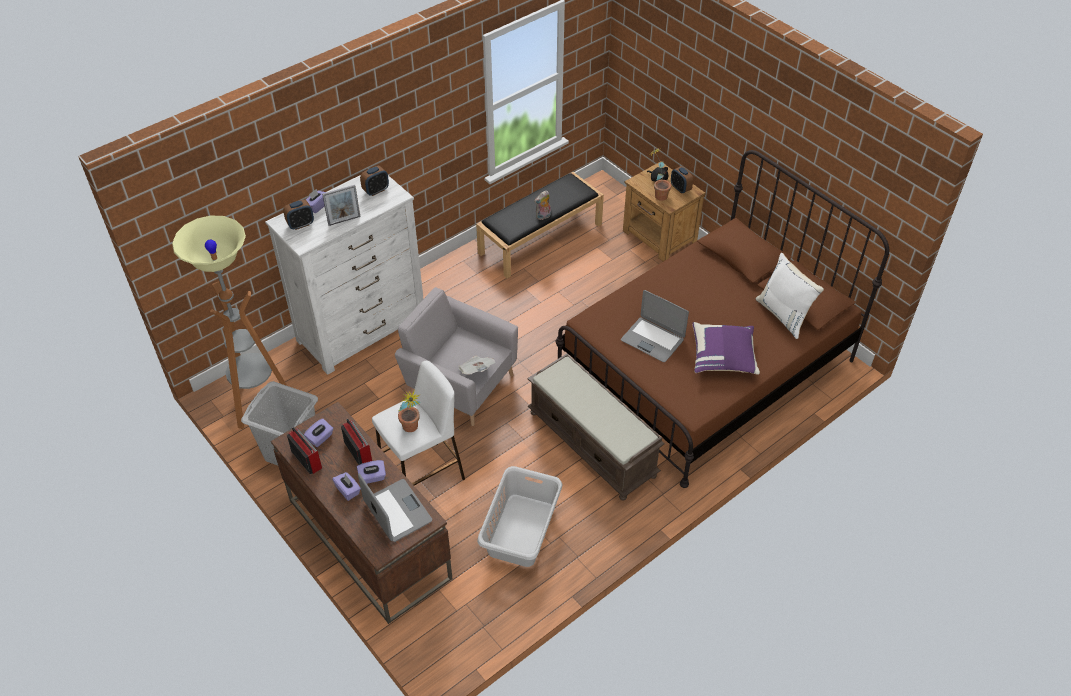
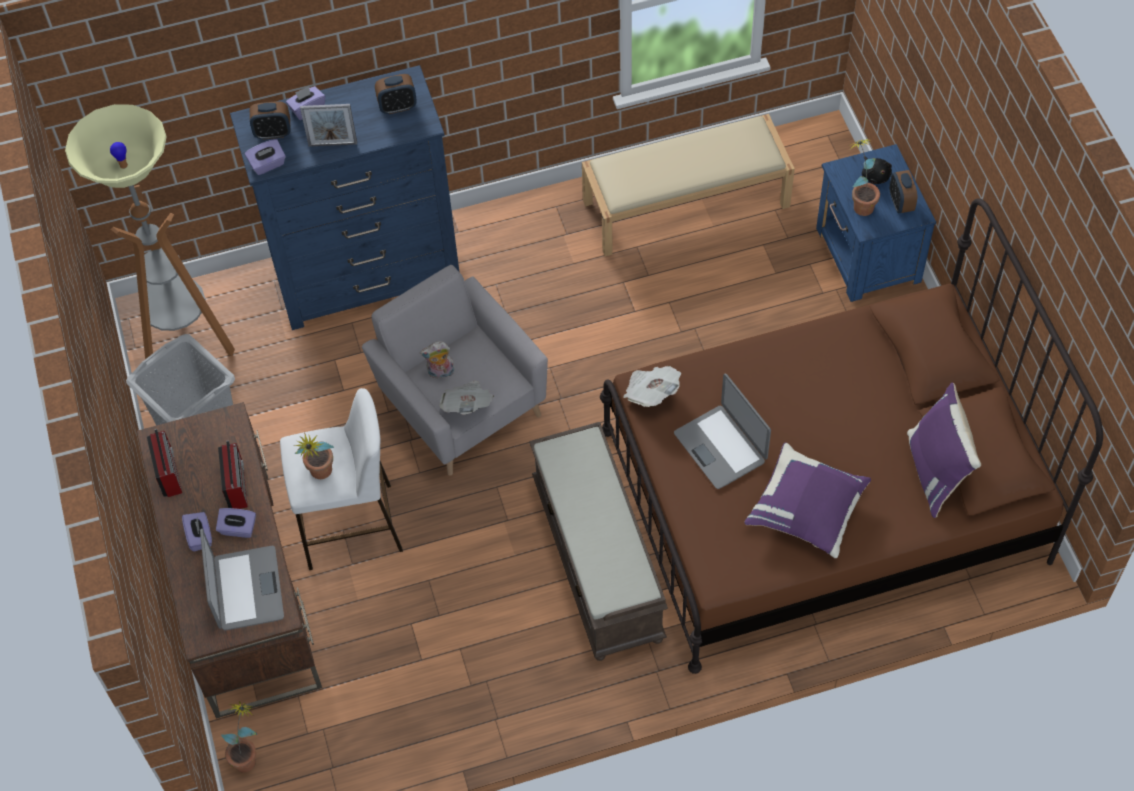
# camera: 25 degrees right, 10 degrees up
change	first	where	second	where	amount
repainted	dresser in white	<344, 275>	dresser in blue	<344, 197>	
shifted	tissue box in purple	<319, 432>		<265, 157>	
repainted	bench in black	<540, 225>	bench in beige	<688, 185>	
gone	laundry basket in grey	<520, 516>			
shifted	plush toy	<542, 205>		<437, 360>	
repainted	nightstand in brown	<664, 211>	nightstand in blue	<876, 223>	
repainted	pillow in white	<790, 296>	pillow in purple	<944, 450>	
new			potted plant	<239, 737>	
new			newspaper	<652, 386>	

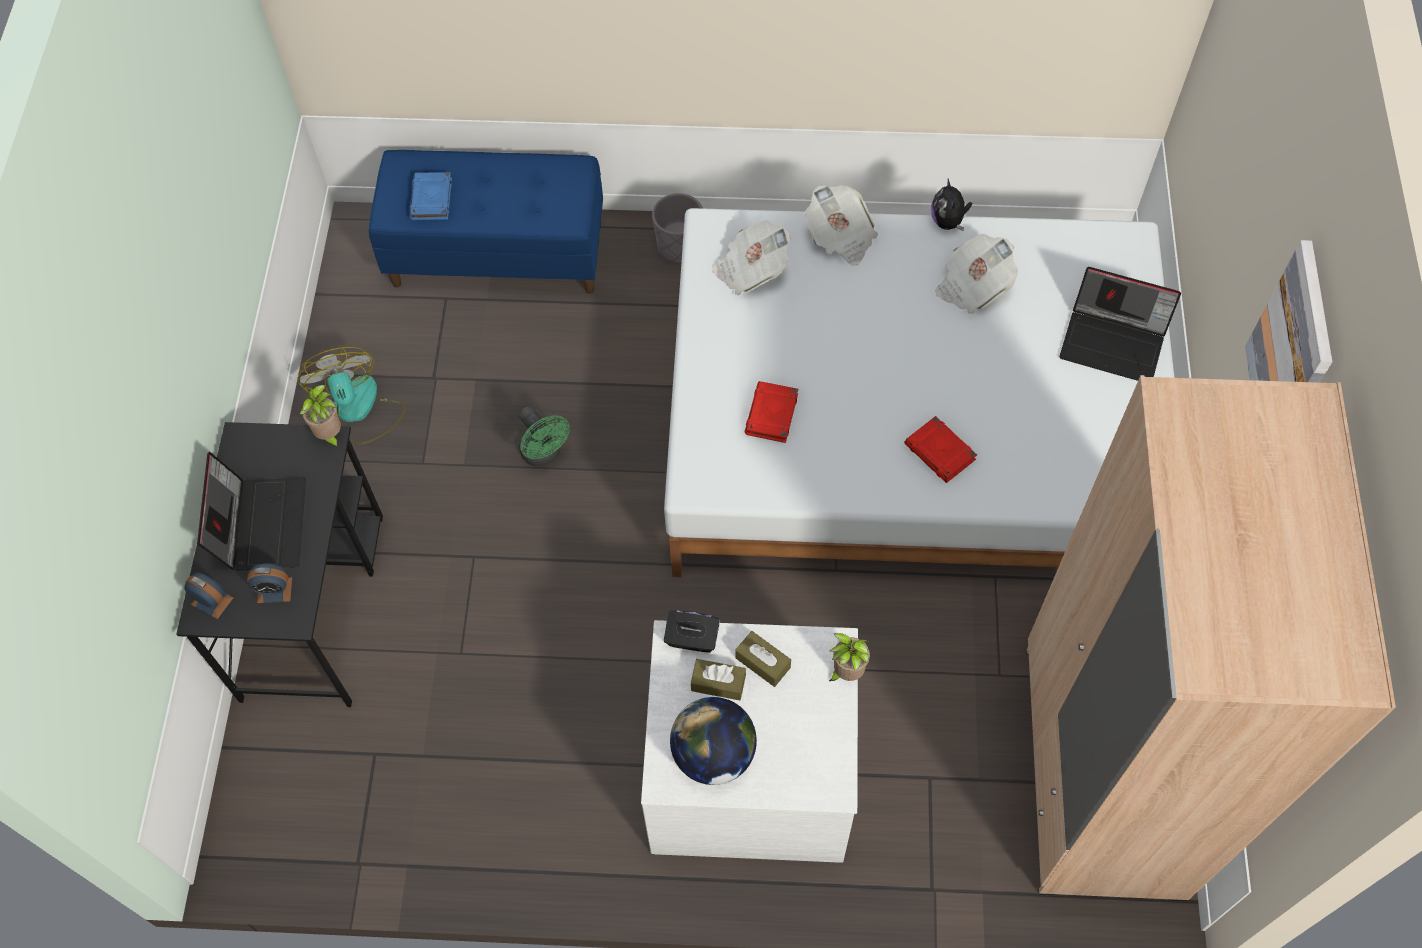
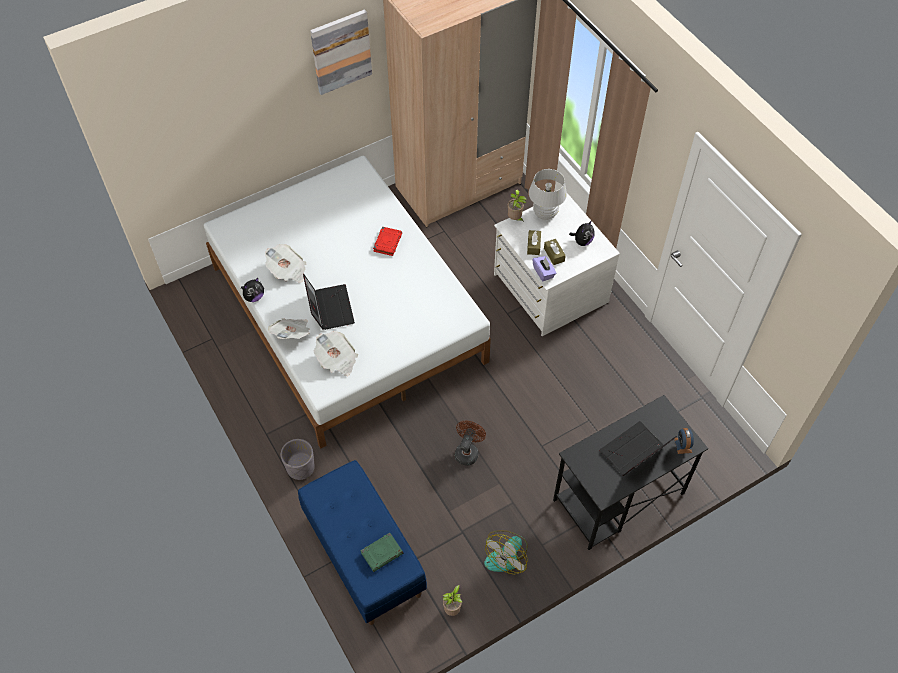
# camera: 125 degrees left, 5 degrees down
change	first	where	second	where	amount
gone	alarm clock	<269, 583>			
shifted	potted plant	<320, 417>		<452, 600>	
repainted	book in blue	<430, 196>	book in green	<382, 552>	
repainted	fan in green	<544, 436>	fan in brown	<470, 443>	
repainted	tissue box in black	<692, 631>	tissue box in purple	<544, 268>	
swapped	globe	<713, 741>	plush toy	<582, 233>	
gone	book in red	<771, 412>			
shifted	laptop	<1120, 324>		<329, 302>	
new			table lamp in white	<548, 194>	

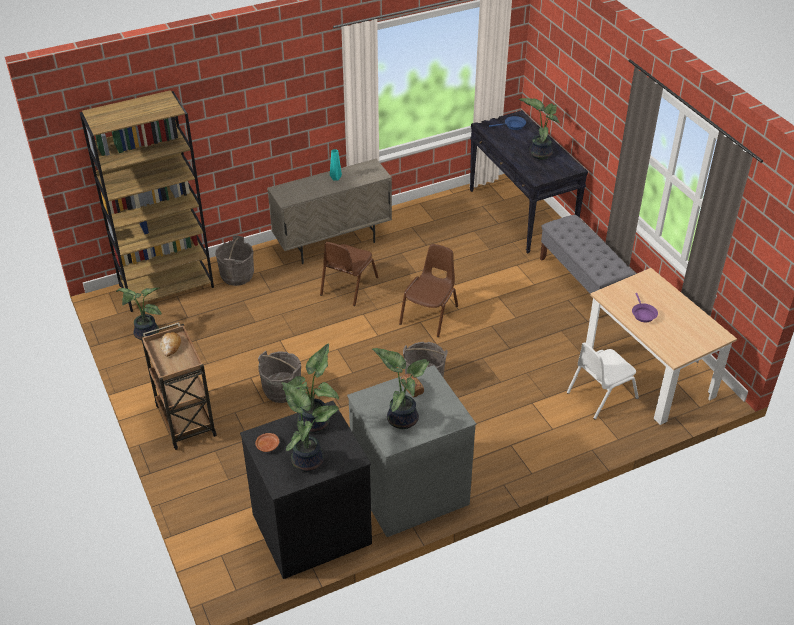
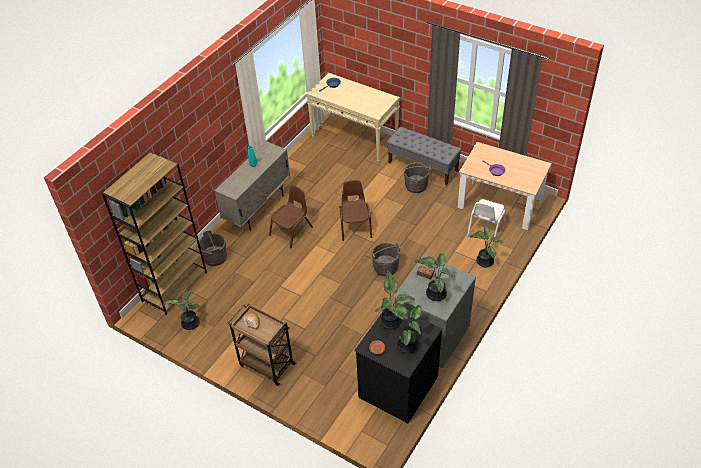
# camera: 30 degrees left, 5 degrees up
change	first	where	second	where	amount
shifted	bucket in grey	<279, 377>		<417, 177>	
rotated	chair in brown	<349, 274>		<291, 216>	135 degrees counterclockwise
repainted	console table in black	<529, 182>	console table in beige	<353, 117>	
shifted	potted plant	<539, 128>		<487, 247>	

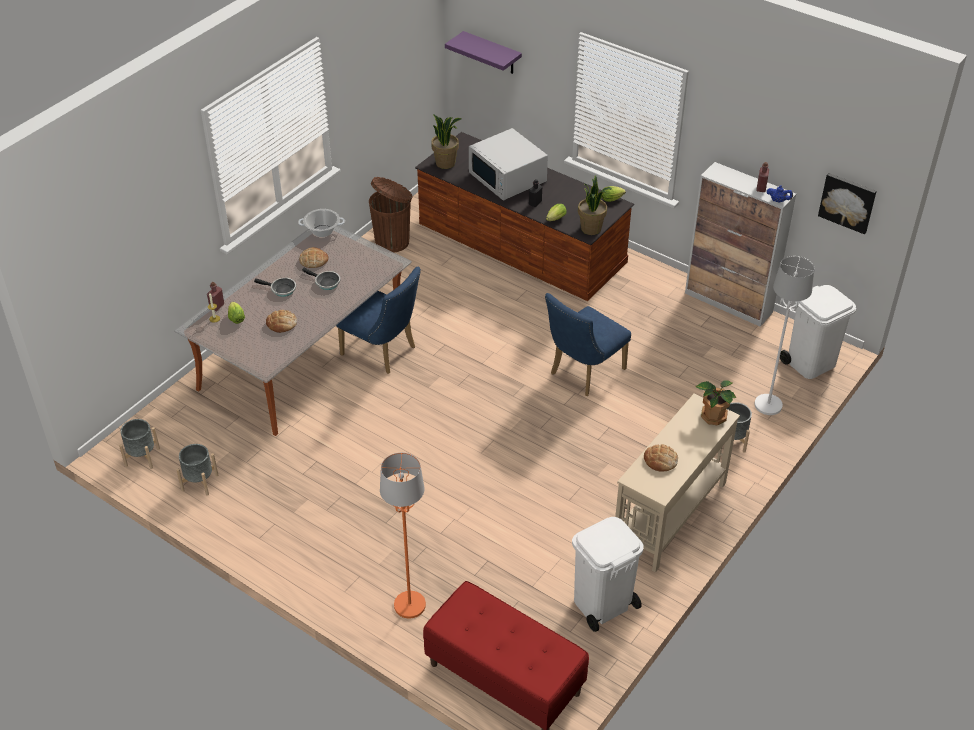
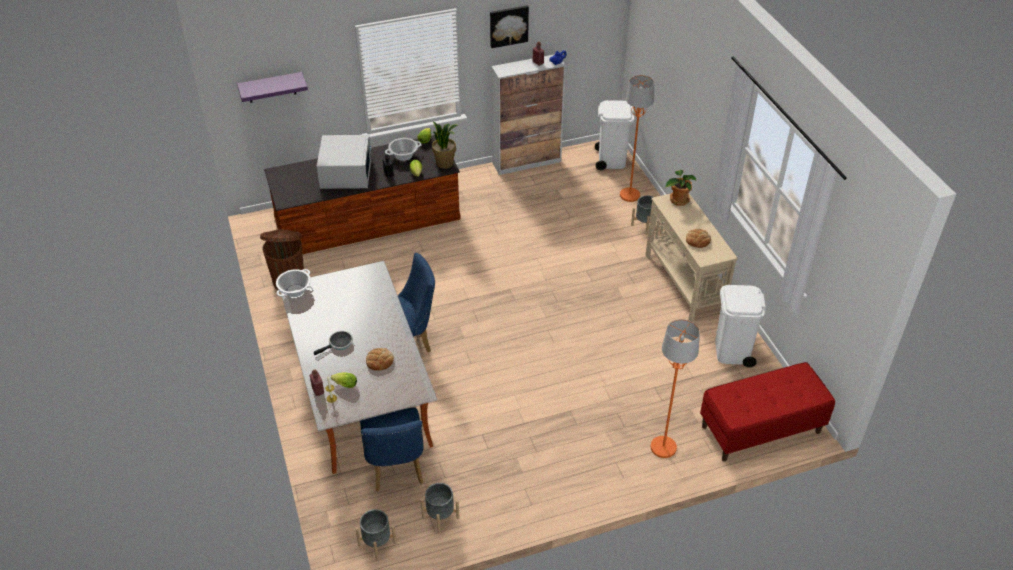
# camera: 55 degrees left, 0 degrees up
change	first	where	second	where	amount
gone	bread	<313, 257>			
gone	frying pan	<321, 279>			
gone	potted plant	<446, 141>			
rotated	microwave in white	<508, 164>		<344, 162>	90 degrees counterclockwise
shifted	chair in blue	<588, 344>		<392, 450>	
repainted	floor lamp in white	<785, 335>	floor lamp in orange	<637, 138>	
shifted	picture	<847, 203>		<509, 26>	
new			cooking pot	<403, 149>	

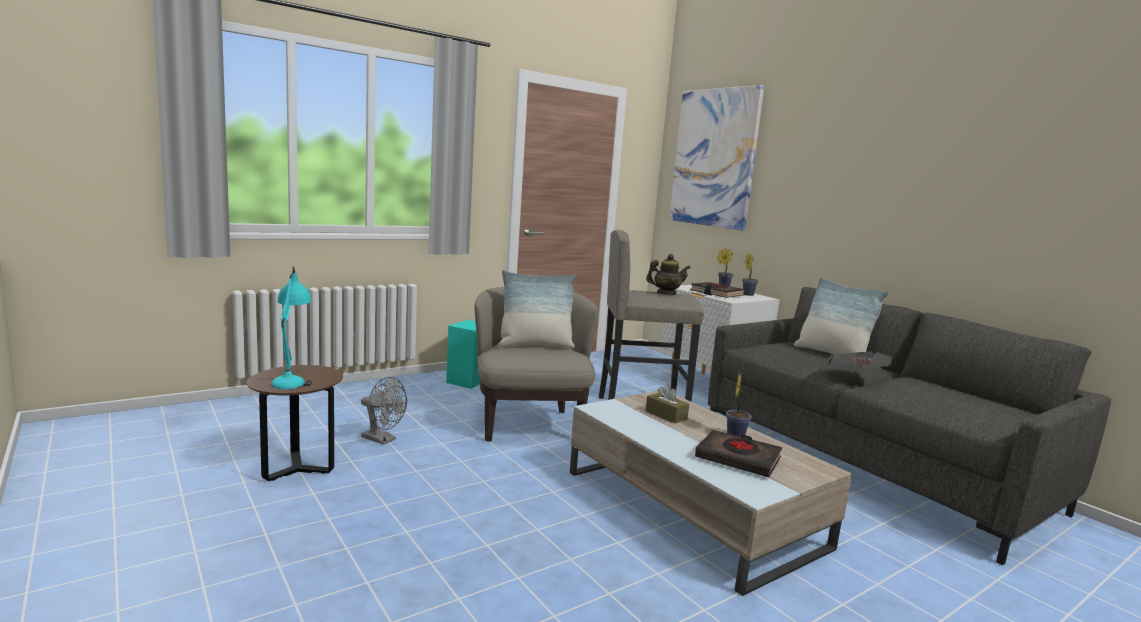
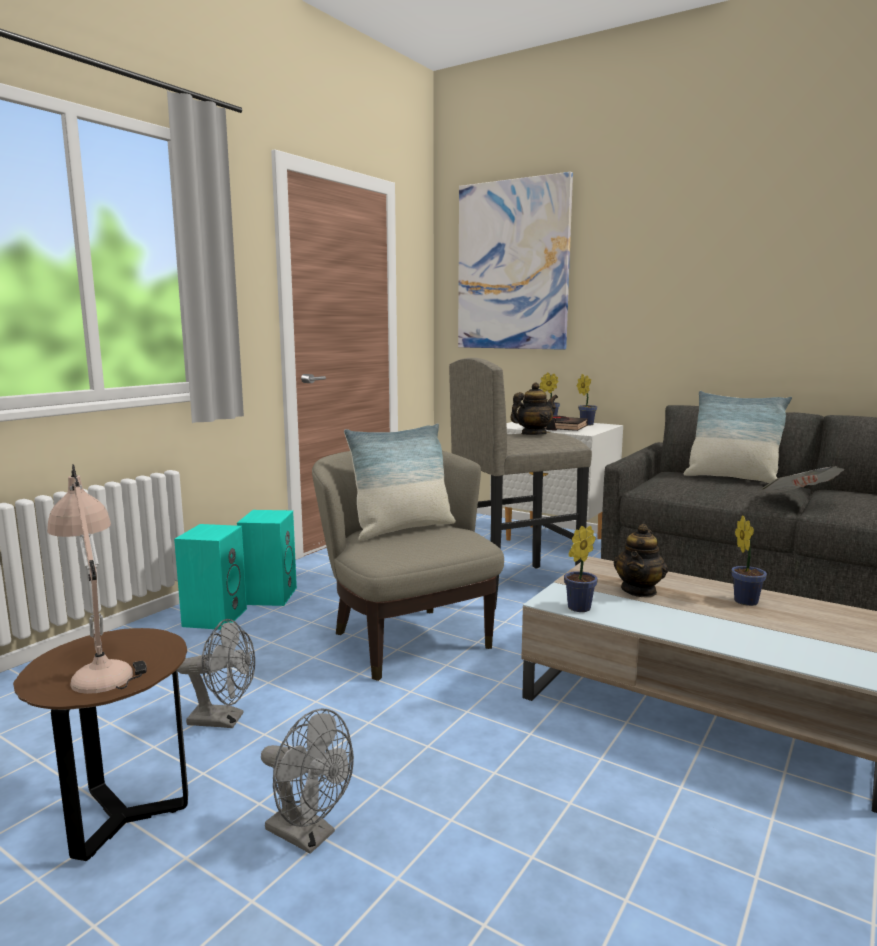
# camera: 20 degrees left, 0 degrees up
change	first	where	second	where	amount
repainted	table lamp in turquoise	<291, 328>	table lamp in beige	<97, 579>	
swapped	tissue box in brown	<667, 403>	teapot	<641, 561>	
gone	book in black	<738, 453>			
new			speaker in turquoise	<210, 577>	
new			fan in grey	<307, 781>	
new			potted plant	<581, 569>	

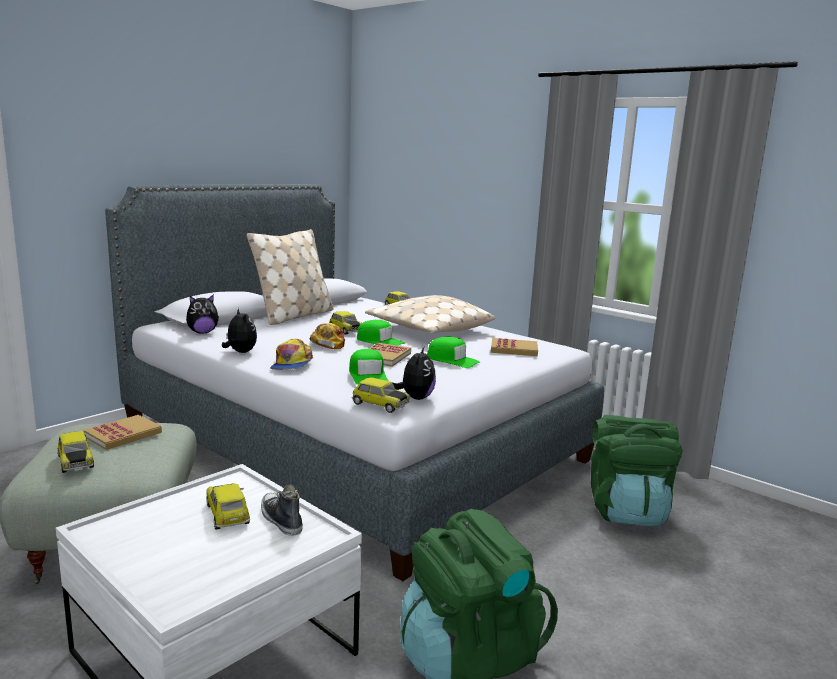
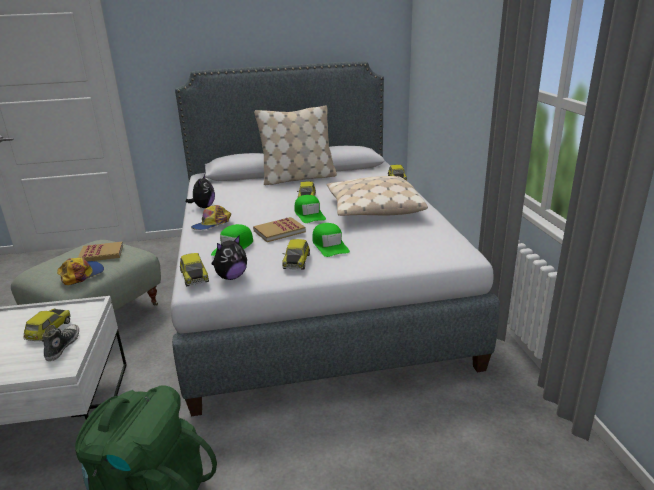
# camera: 40 degrees right, 10 degrees up
change	first	where	second	where	amount
shifted	toy car	<75, 452>		<296, 254>	
gone	plush toy	<202, 314>			
shifted	cap	<327, 336>		<80, 271>	
gone	book	<514, 347>			
gone	backpack in green	<637, 470>			

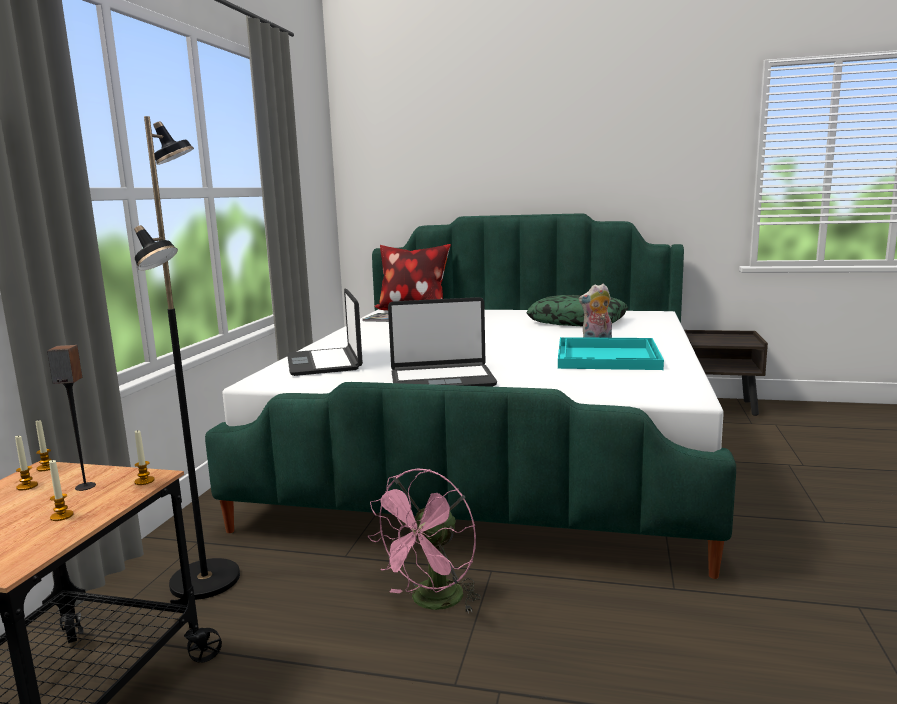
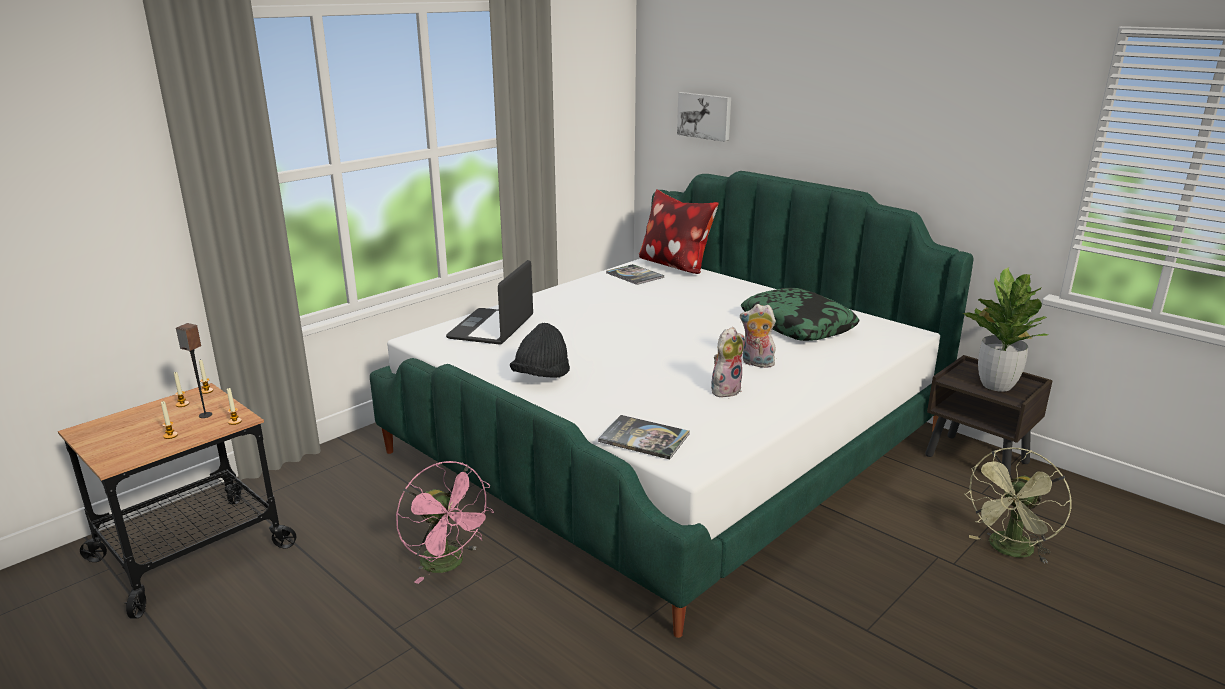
# camera: 30 degrees right, 10 degrees up
change	first	where	second	where	amount
gone	floor lamp in black	<187, 358>			
rotated	fan in pink	<424, 541>		<445, 522>	105 degrees counterclockwise
swapped	laptop	<442, 342>	hat in black	<540, 350>	
swapped	tray in turquoise	<611, 353>	plush toy	<728, 362>	
new			book	<644, 437>	
new			picture	<704, 117>	
new			potted plant	<1005, 329>	
new			fan in green	<1018, 505>	

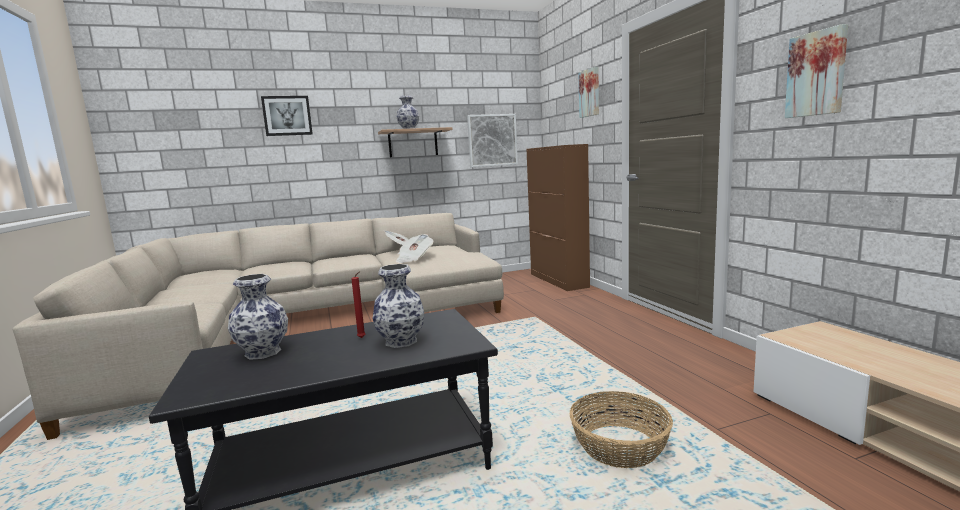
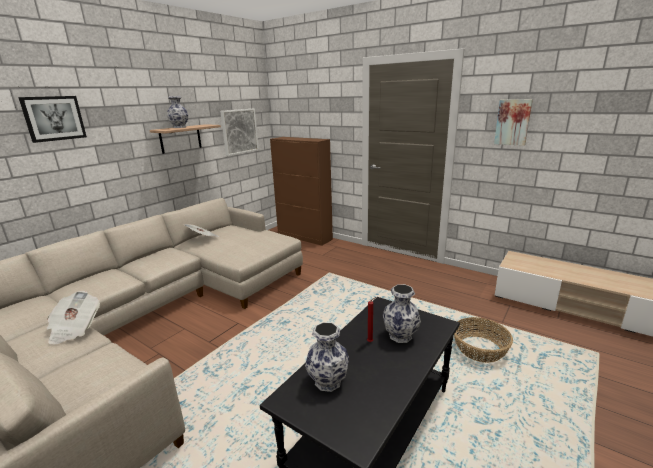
# camera: 35 degrees left, 10 degrees up
change	first	where	second	where	amount
shifted	newspaper	<414, 248>		<73, 318>	
gone	picture	<589, 92>			

